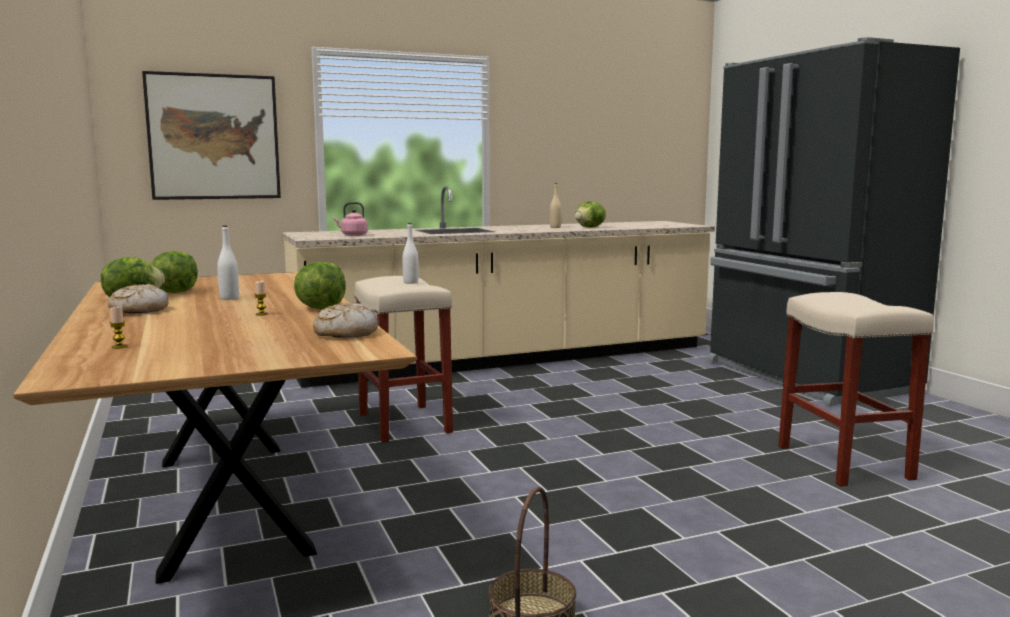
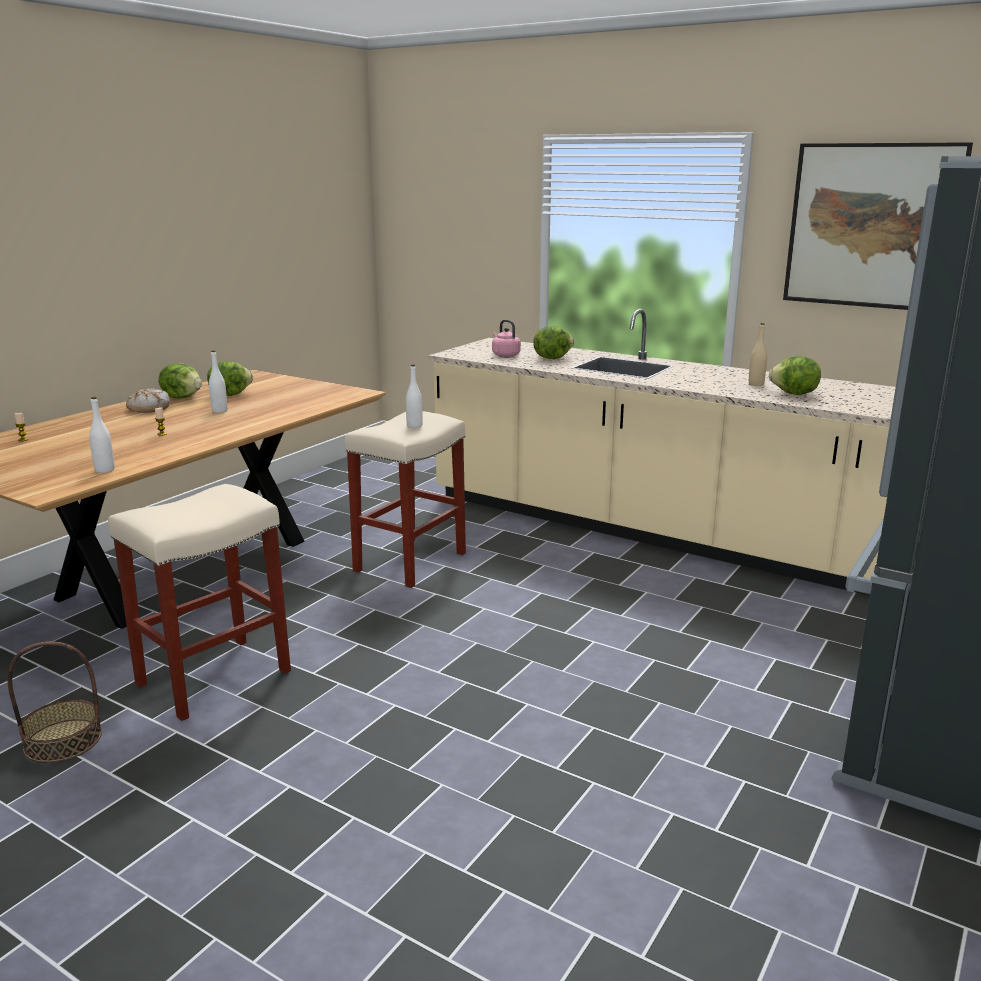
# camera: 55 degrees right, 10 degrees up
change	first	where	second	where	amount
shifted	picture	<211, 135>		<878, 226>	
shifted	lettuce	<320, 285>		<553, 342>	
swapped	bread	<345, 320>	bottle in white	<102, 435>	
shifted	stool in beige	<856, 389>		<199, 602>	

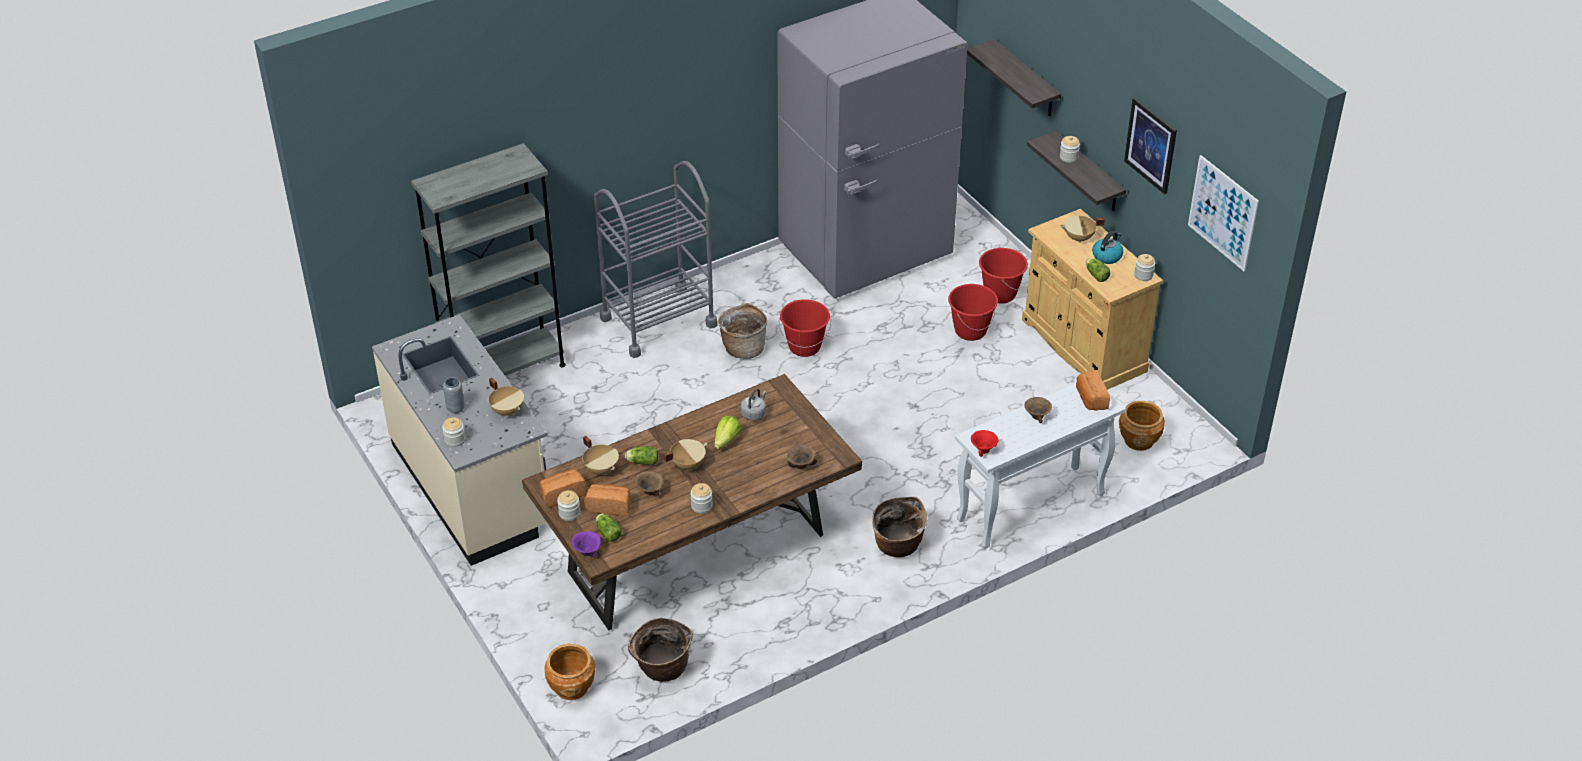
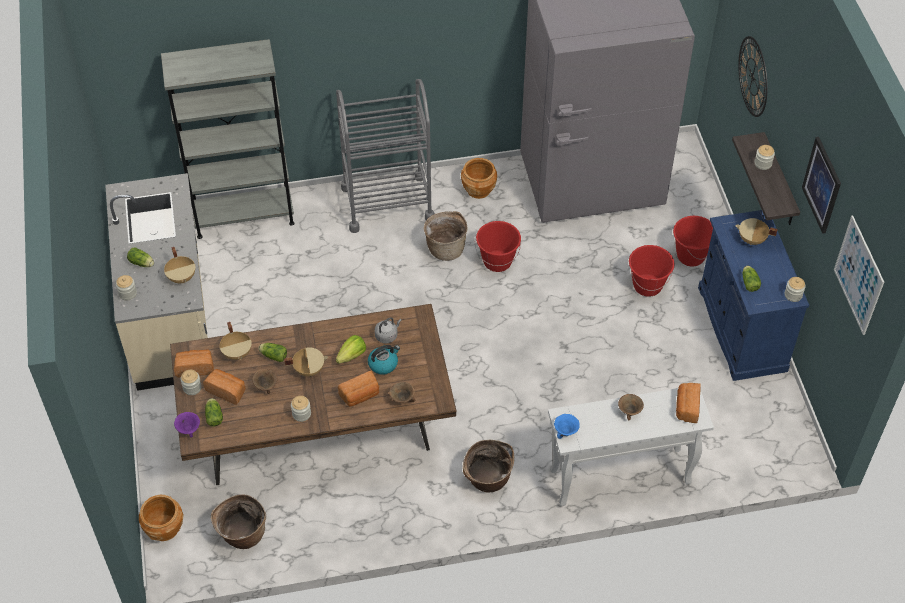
# camera: 20 degrees right, 10 degrees up
change	first	where	second	where	amount
swapped	vase in grey	<454, 395>	lettuce	<140, 257>	
swapped	shelf	<1014, 77>	wall clock	<753, 76>	
repainted	bowl in red	<985, 443>	bowl in blue	<567, 426>	
repainted	cabinet in beige	<1092, 299>	cabinet in blue	<753, 295>	
shifted	kettle	<1107, 247>		<384, 360>	
shifted	planter in brown	<1142, 426>		<479, 178>	
new			bread	<358, 388>	

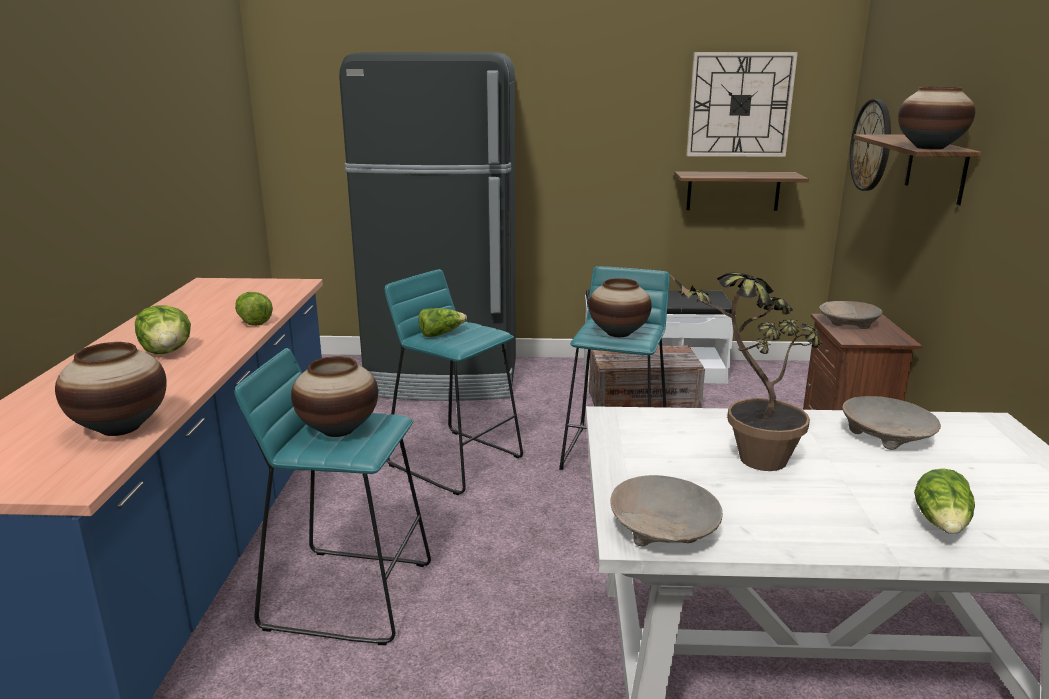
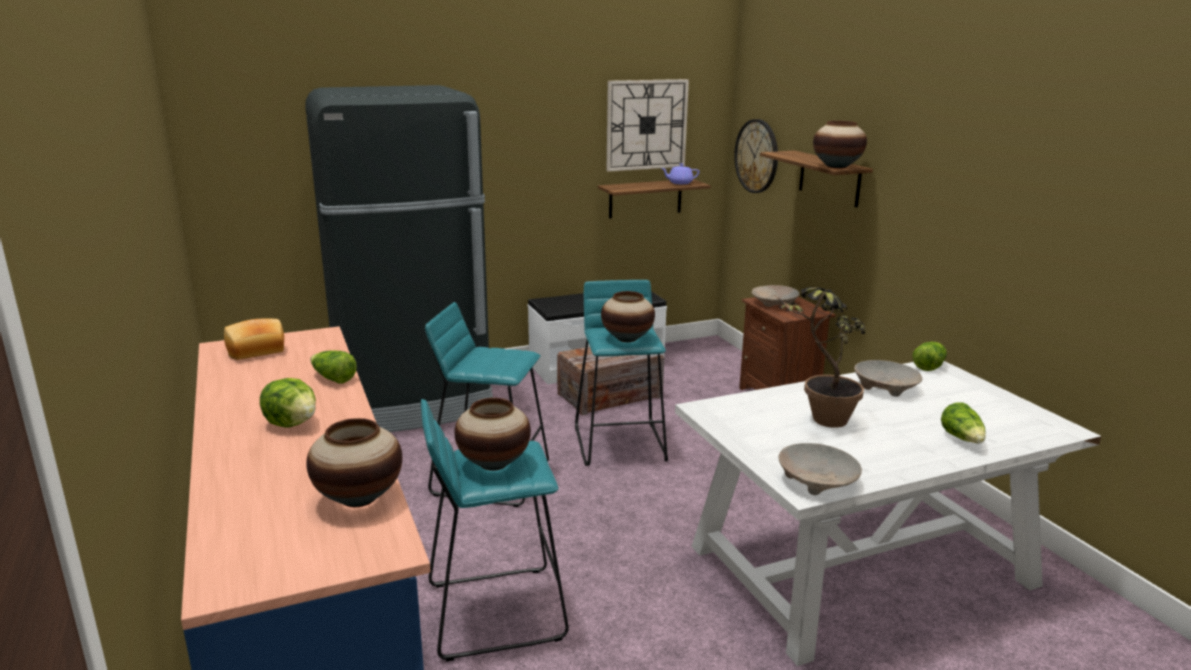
# camera: 25 degrees left, 0 degrees up
change	first	where	second	where	amount
shifted	lettuce	<442, 322>		<929, 356>	
new			bread	<254, 339>	
new			teapot in purple	<680, 174>	

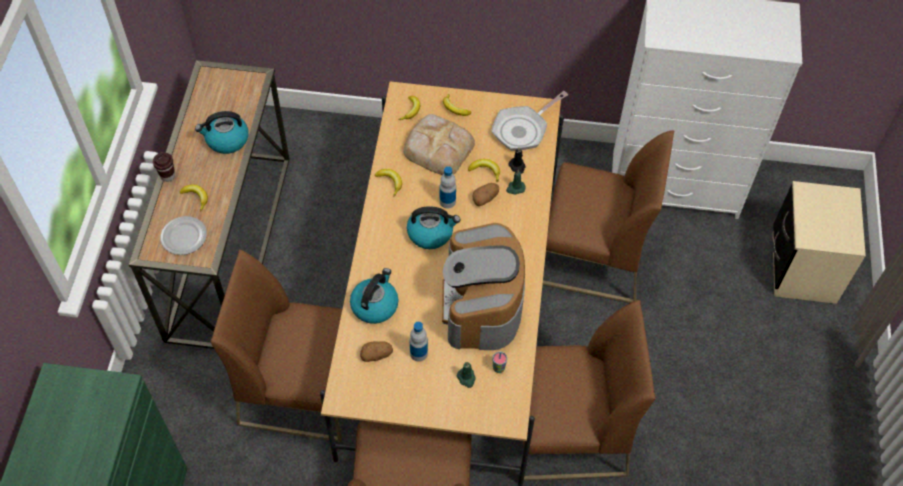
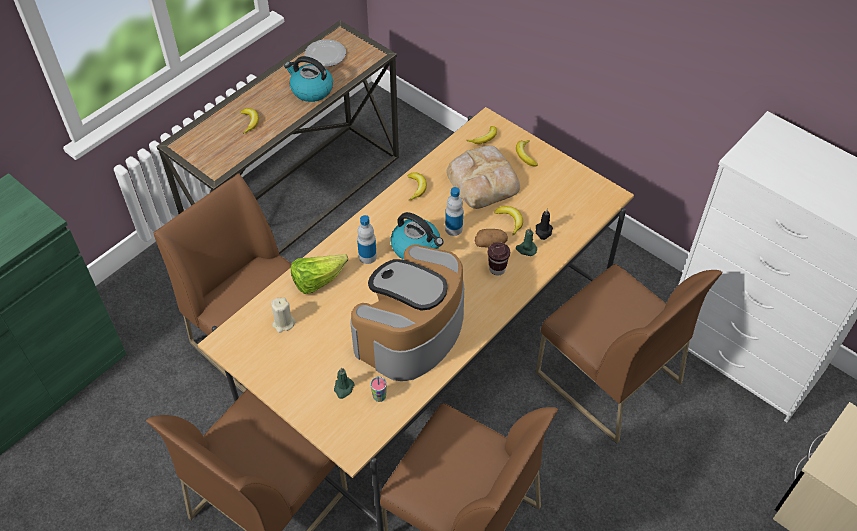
# camera: 35 degrees right, 5 degrees down
change	first	where	second	where	amount
shifted	cup in brown	<163, 167>		<499, 258>	
shifted	plate	<183, 235>		<325, 53>	
swapped	kettle	<374, 296>	lettuce	<319, 274>	
swapped	potato	<376, 351>	candle in beige	<283, 315>	
shifted	bottle	<418, 342>		<367, 239>	
gone	frying pan	<529, 121>			

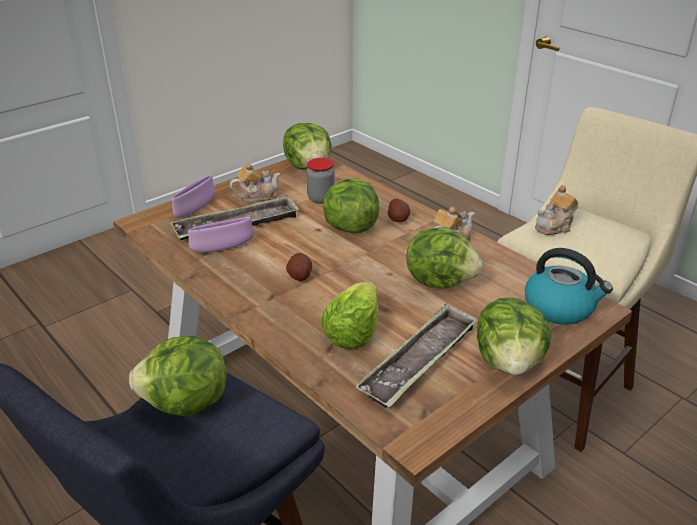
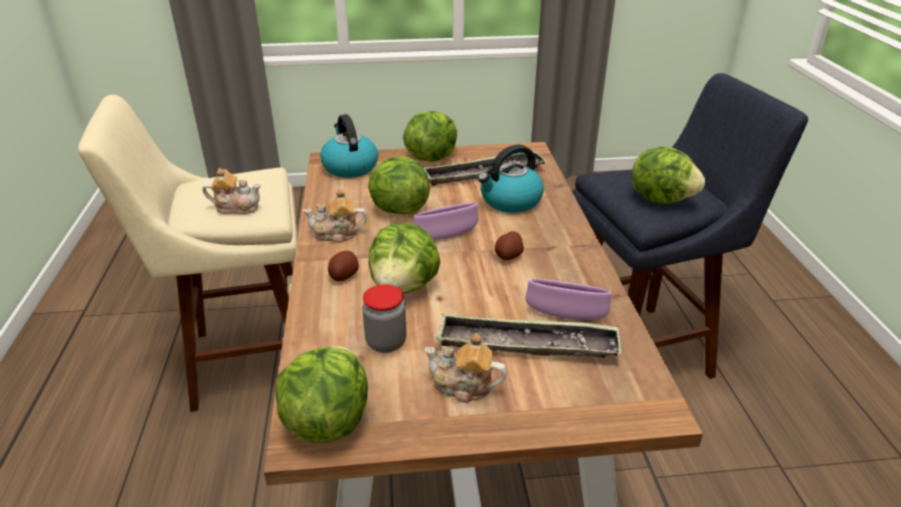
# camera: 145 degrees left, 0 degrees up
change	first	where	second	where	amount
shifted	bowl in purple	<193, 196>		<446, 221>	
swapped	lettuce	<349, 315>	kettle	<511, 179>	

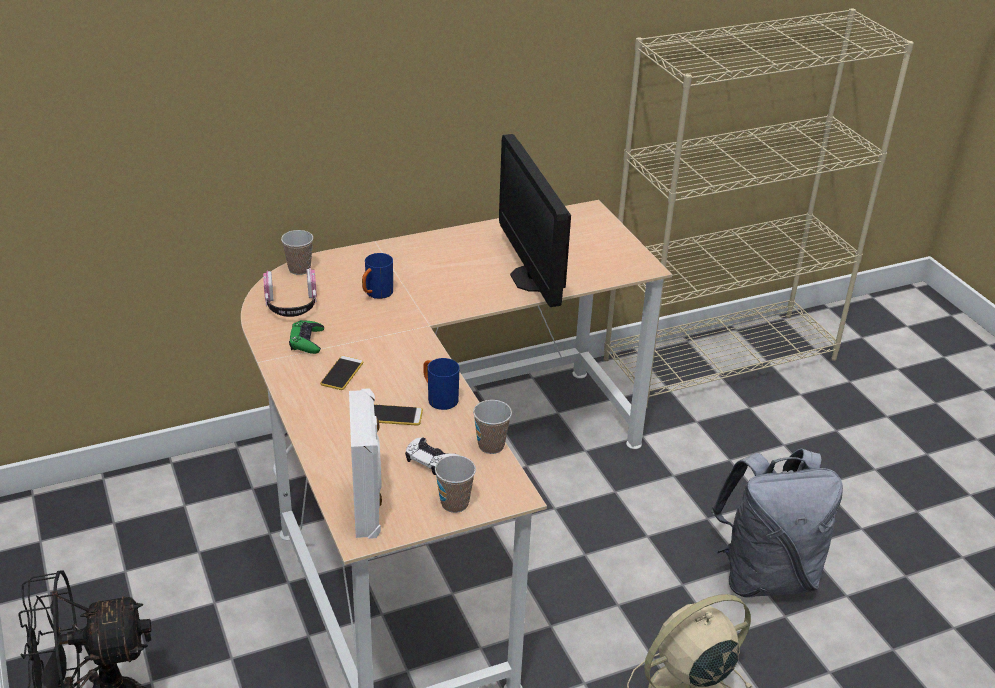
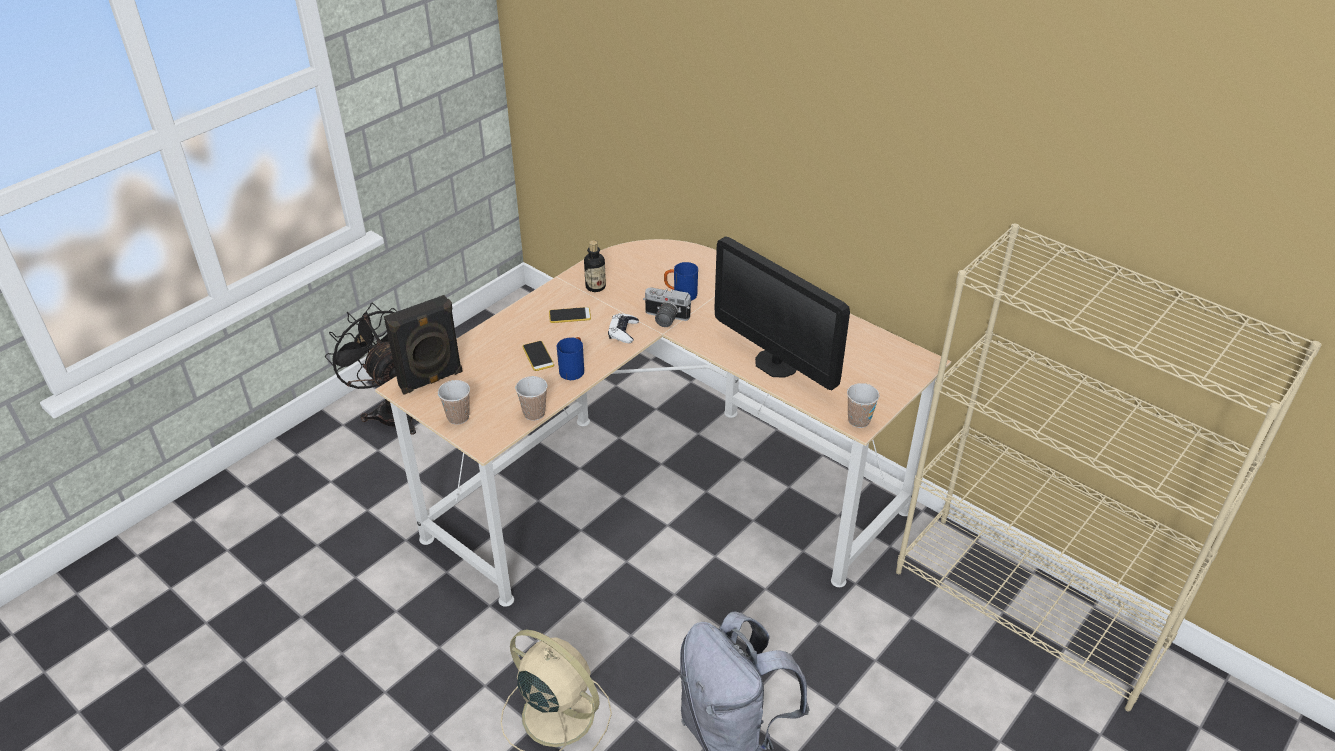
# camera: 65 degrees right, 5 degrees up
change	first	where	second	where	amount
gone	headphones	<290, 292>			
shifted	cup	<297, 252>		<863, 405>	
swapped	game controller in green	<306, 337>	bottle	<595, 266>	
repainted	speaker in white	<365, 463>	speaker in black	<423, 344>	
shifted	game controller in white	<431, 456>		<623, 328>	
rotated	monitor	<535, 220>		<782, 313>	90 degrees counterclockwise
new			photo camera	<667, 307>	

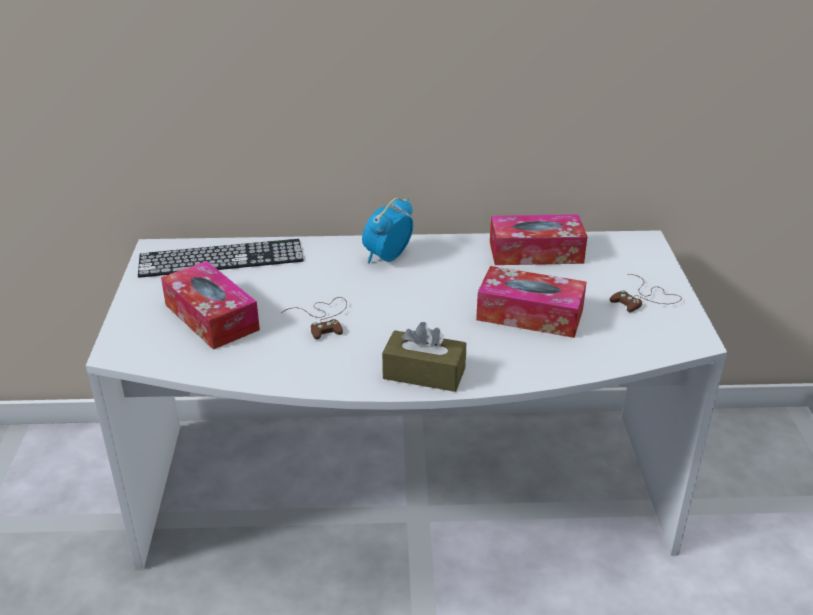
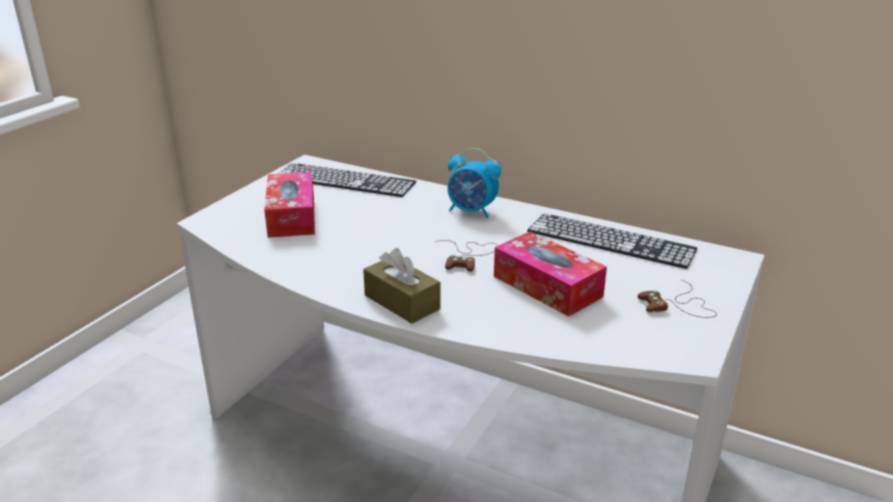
# camera: 30 degrees right, 5 degrees down
change	first	where	second	where	amount
shifted	game controller in brown	<315, 318>		<466, 256>	
rotated	alarm clock	<387, 231>		<474, 183>	135 degrees counterclockwise
swapped	tissue box	<538, 239>	keyboard	<612, 241>	

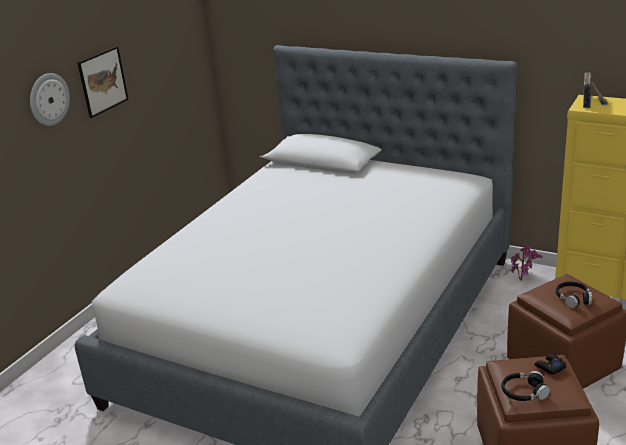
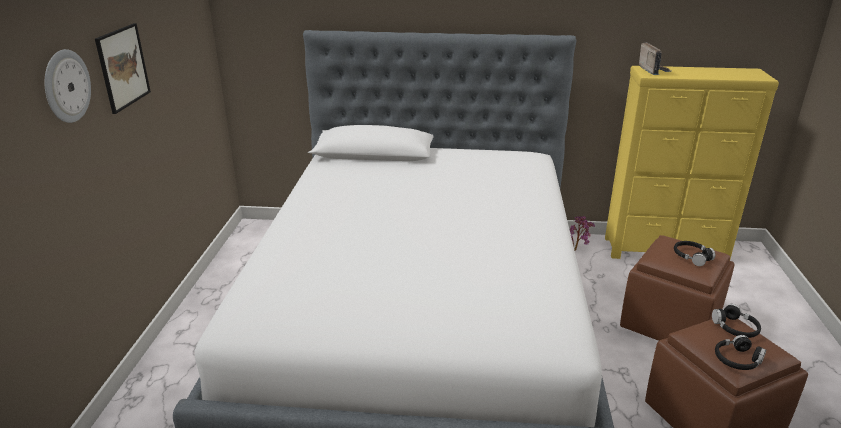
# camera: 25 degrees left, 0 degrees up
change	first	where	second	where	amount
swapped	game controller in black	<550, 364>	headphones in black	<736, 321>	

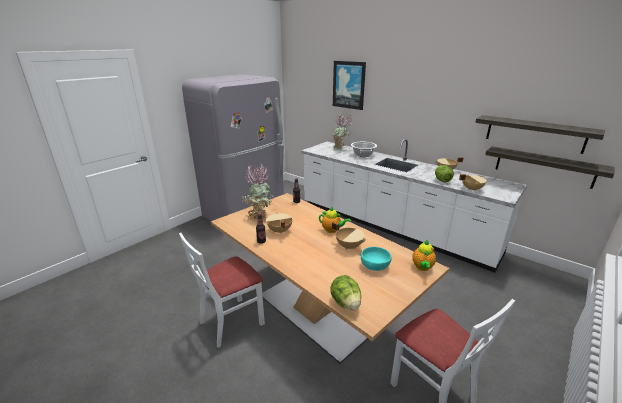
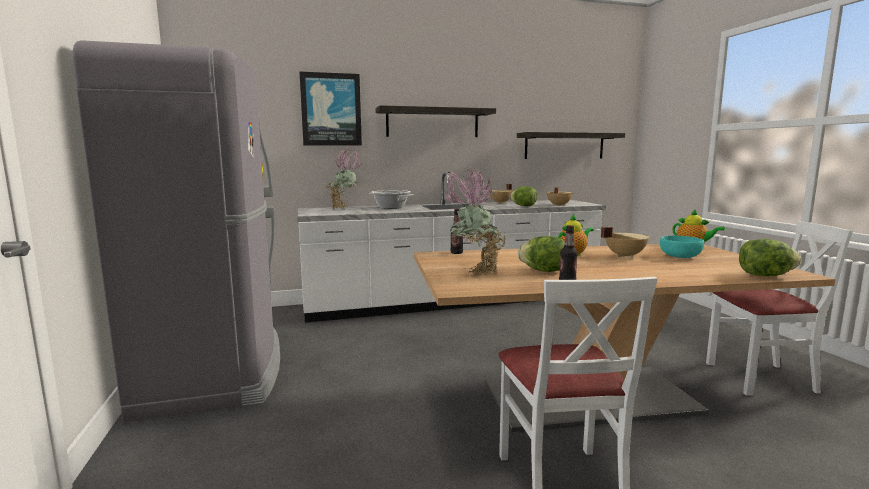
# camera: 55 degrees left, 15 degrees down
change	first	where	second	where	amount
swapped	cooking pot in beige	<279, 223>	lettuce	<541, 254>	
shifted	shelf	<550, 167>		<435, 121>	

